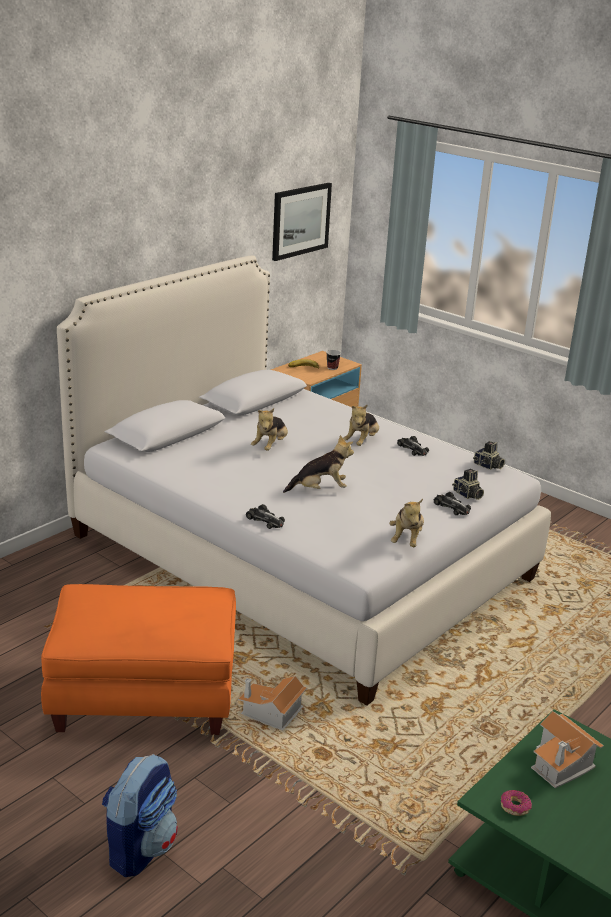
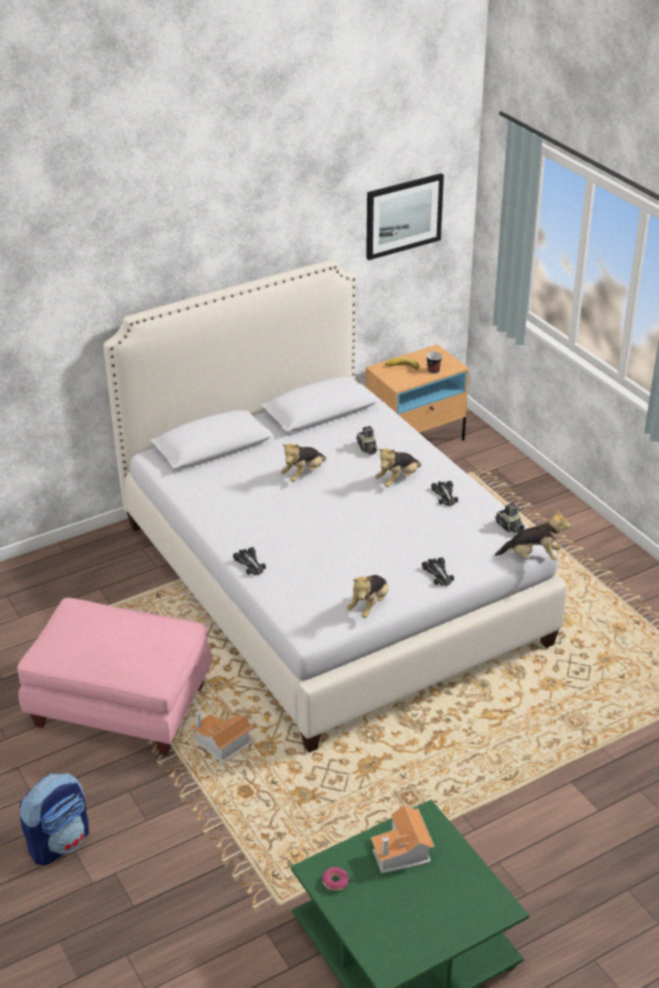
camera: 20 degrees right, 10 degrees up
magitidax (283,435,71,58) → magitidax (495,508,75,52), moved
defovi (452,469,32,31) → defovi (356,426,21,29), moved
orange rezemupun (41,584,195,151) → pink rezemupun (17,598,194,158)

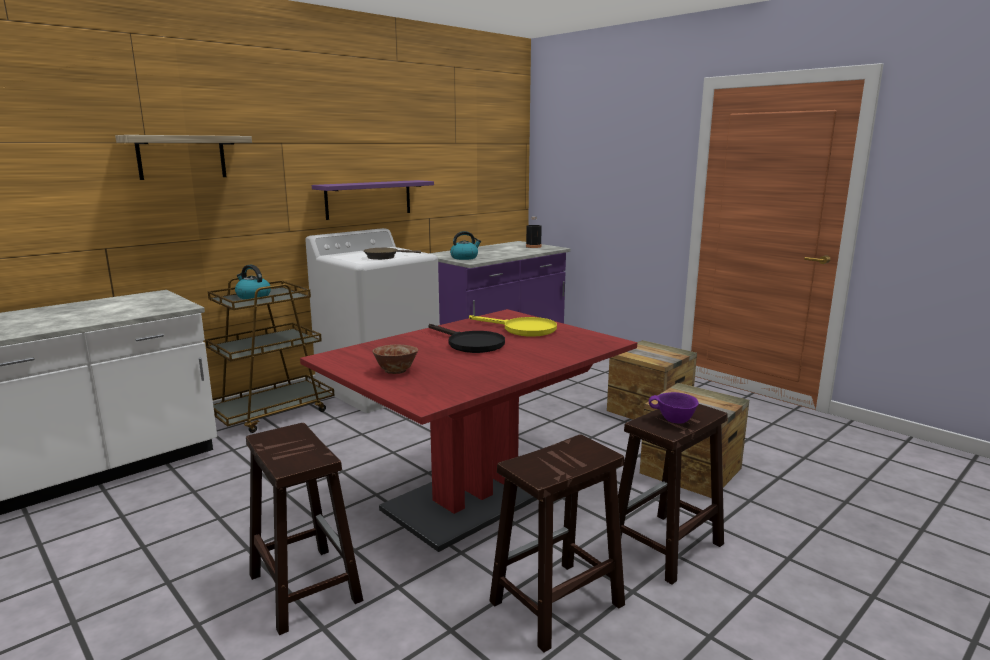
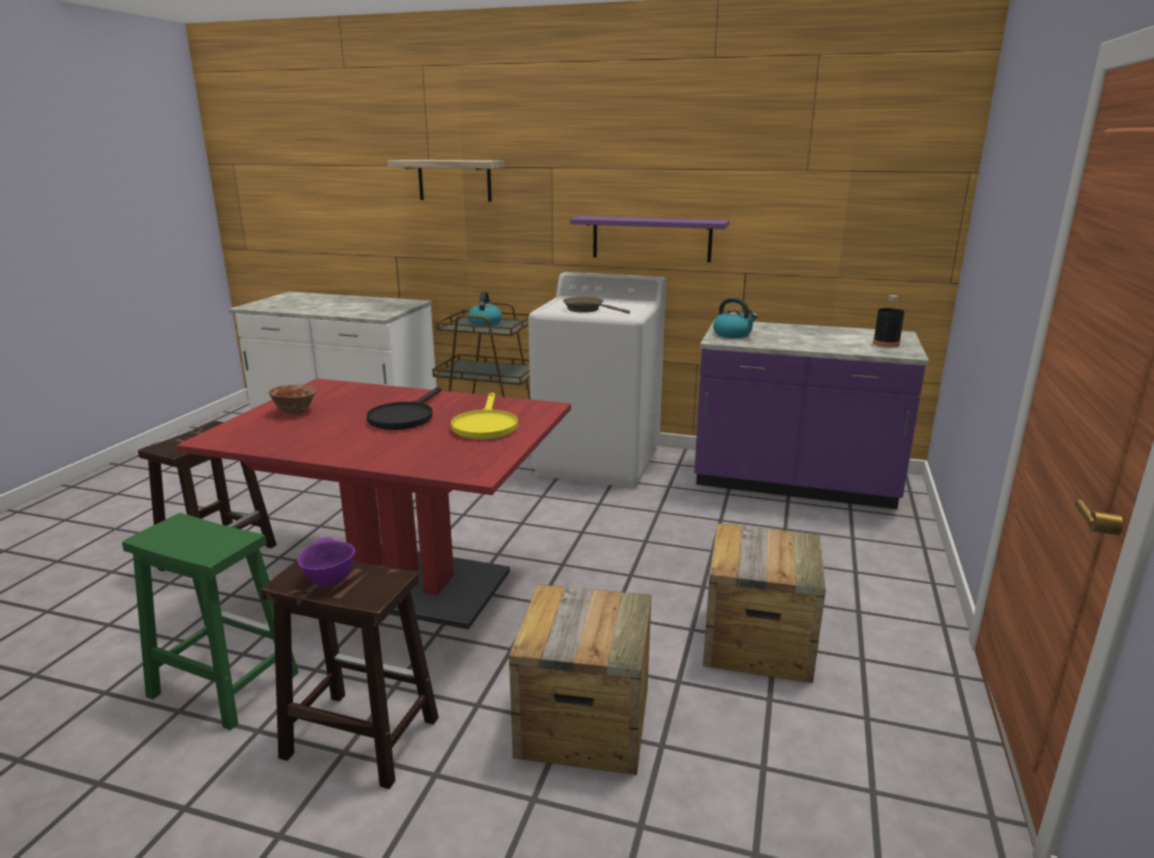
camera: 60 degrees right, 5 degrees up
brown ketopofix (489,434,136,218) → green ketopofix (122,513,177,217)

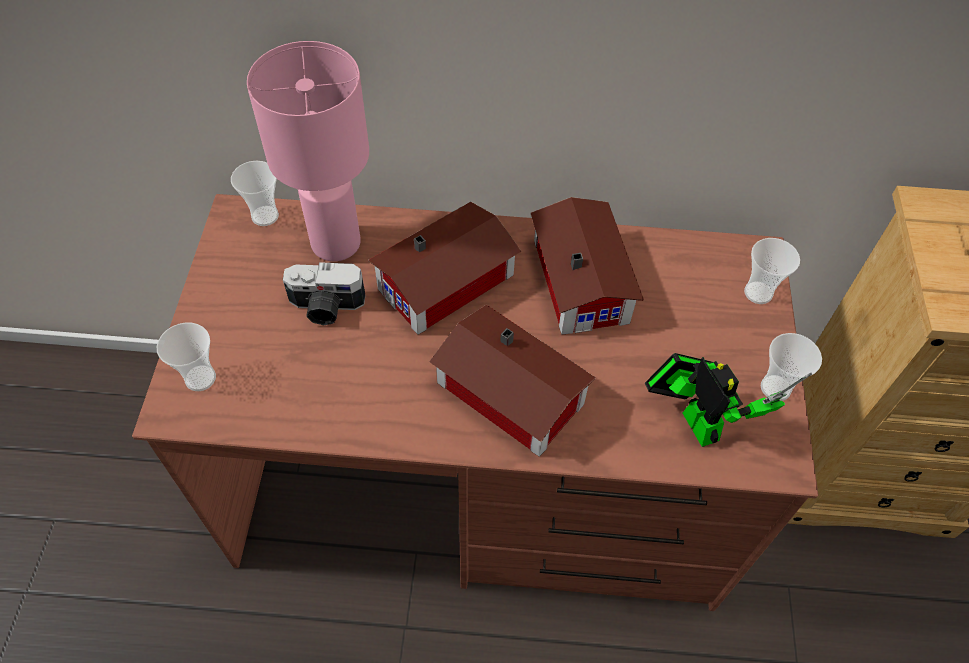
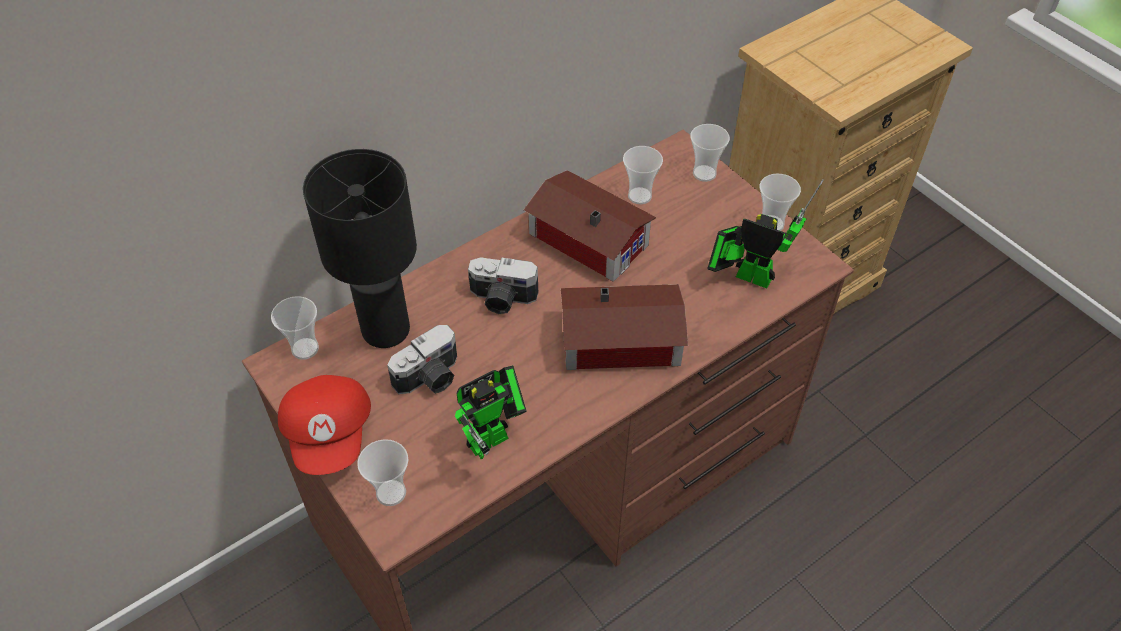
camera: 40 degrees left, 5 degrees down
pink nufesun (247,41,122,220) → black nufesun (303,149,114,199)
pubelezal (368,202,153,133) → defovi (468,257,70,57)
- → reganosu (623,146,40,58)
- → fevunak (455,365,72,94)
- → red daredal (278,375,93,100)

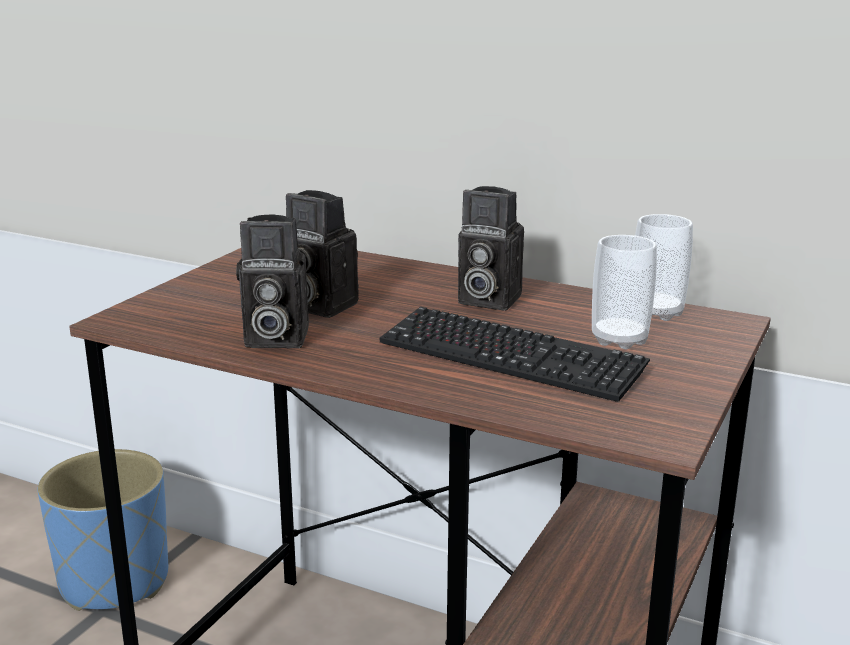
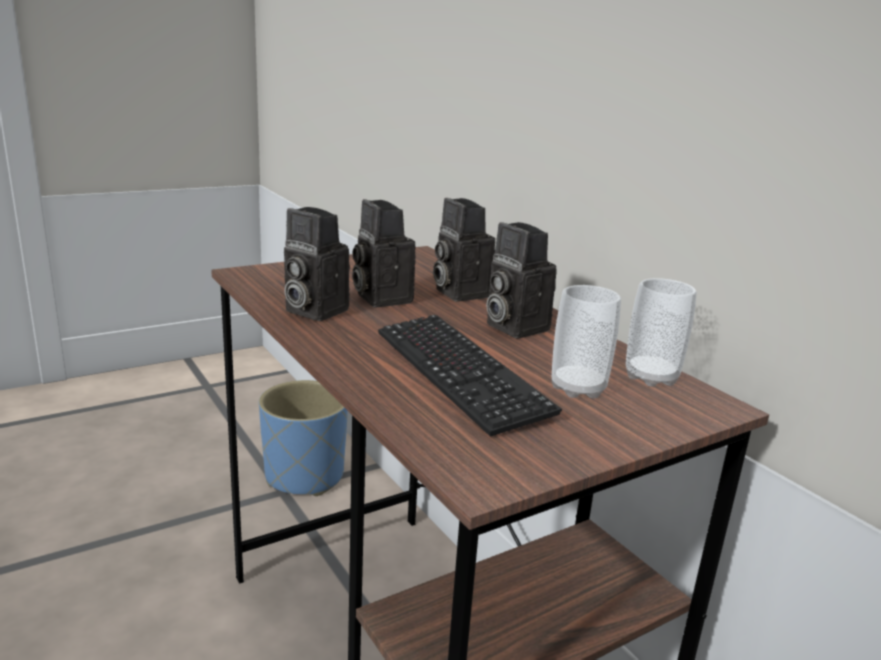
camera: 30 degrees right, 0 degrees up
- → defovi (433,198,62,104)

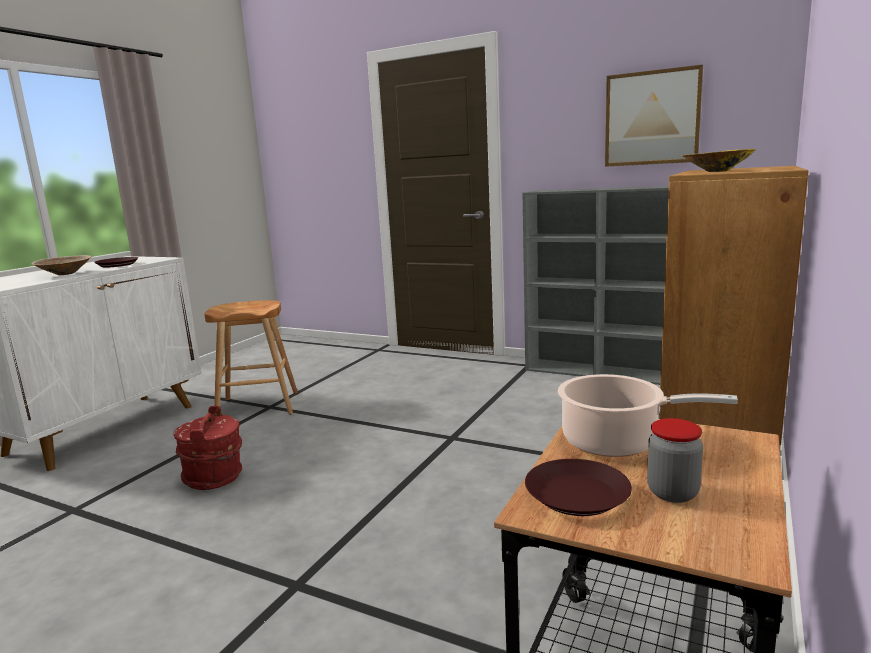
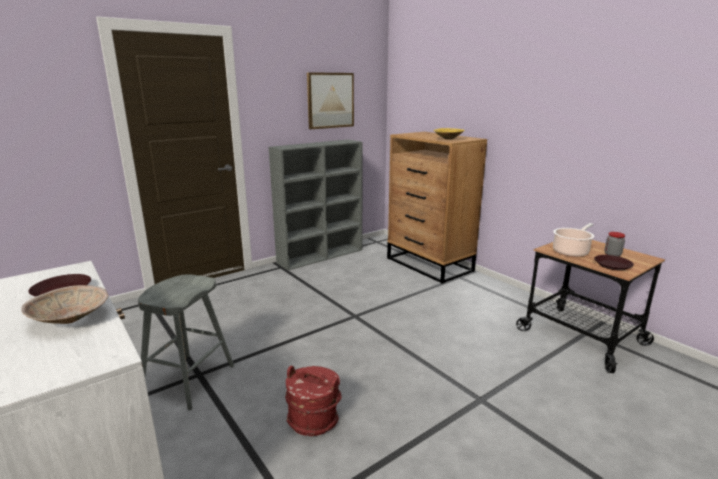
camera: 65 degrees left, 5 degrees up
brown ketopofix (204,300,94,115) → grey ketopofix (138,274,96,136)

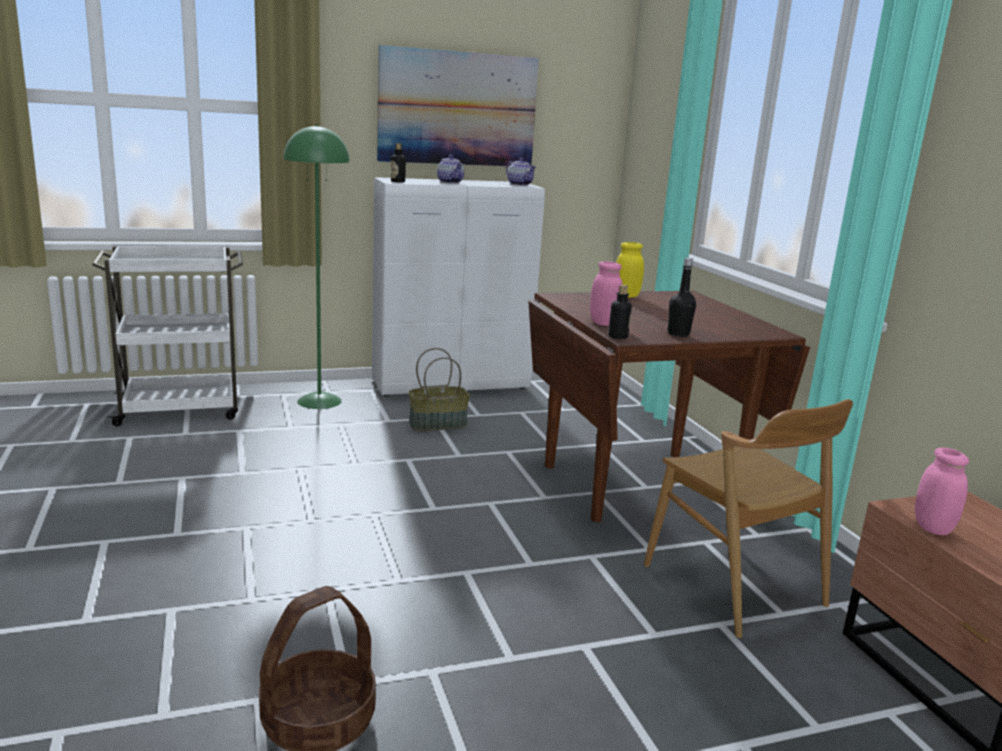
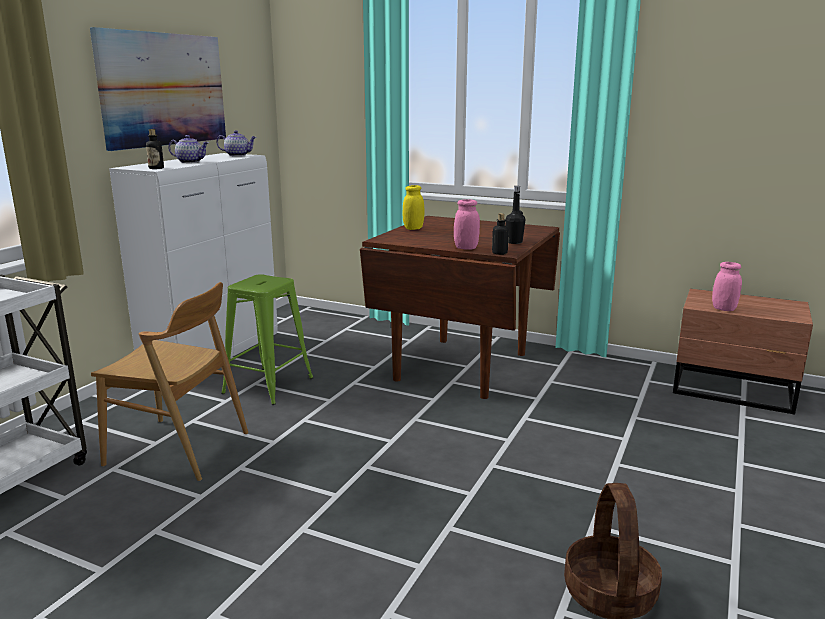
camera: 45 degrees left, 0 degrees up
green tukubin (284,124,66,285) → -
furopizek (409,348,61,83) → green ketopofix (221,274,92,131)
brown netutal (644,399,209,239) → brown netutal (91,282,157,199), moved

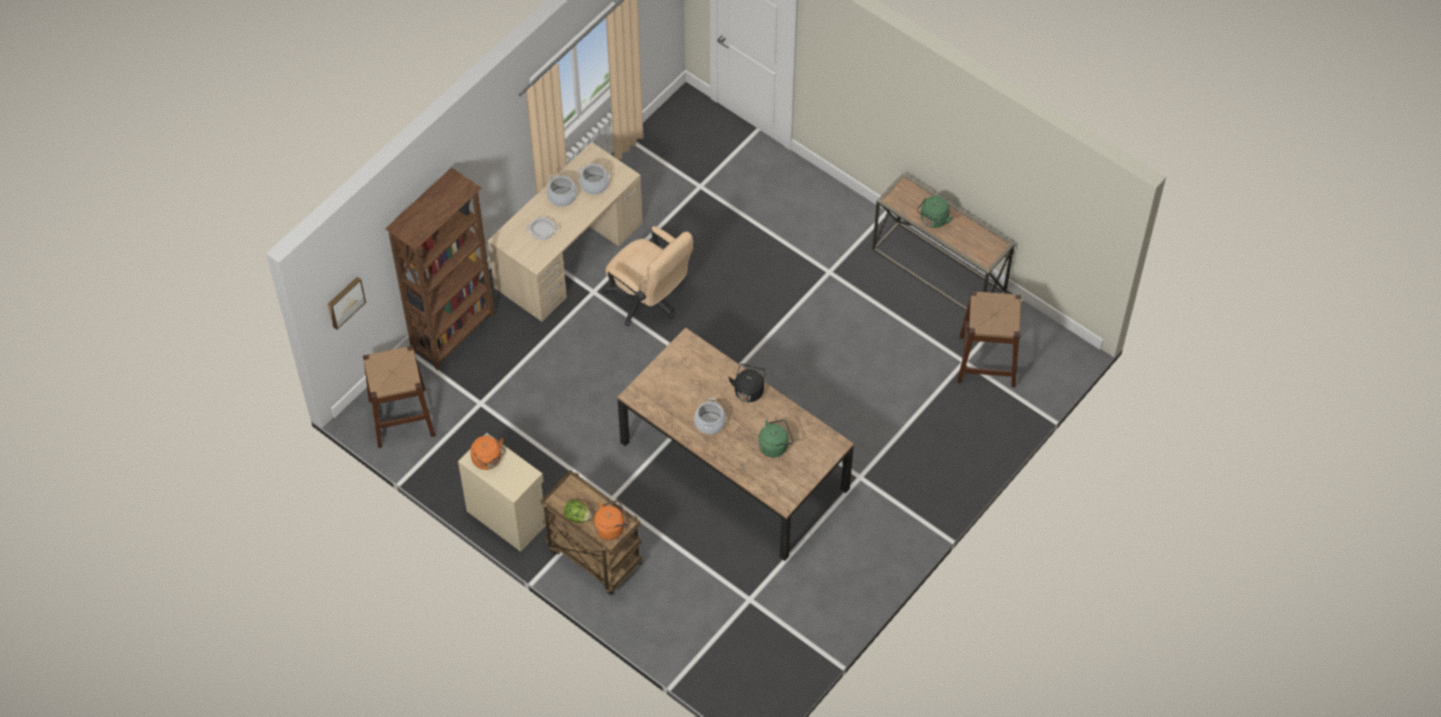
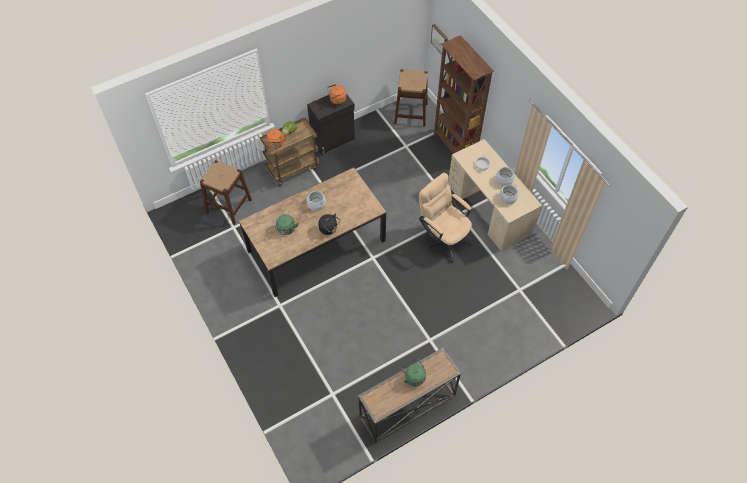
camera: 110 degrees right, 0 degrees up
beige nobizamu (602,226,91,100) → beige nobizamu (419,173,53,89), 75 degrees clockwise
brown ketopofix (957,291,64,96) → brown ketopofix (200,160,52,65), moved
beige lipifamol (458,433,88,119) → black lipifamol (307,94,48,61)

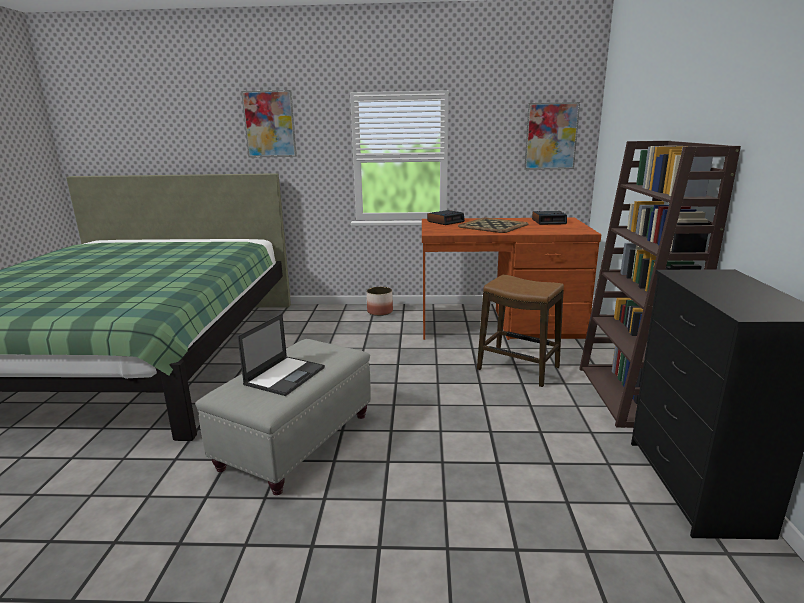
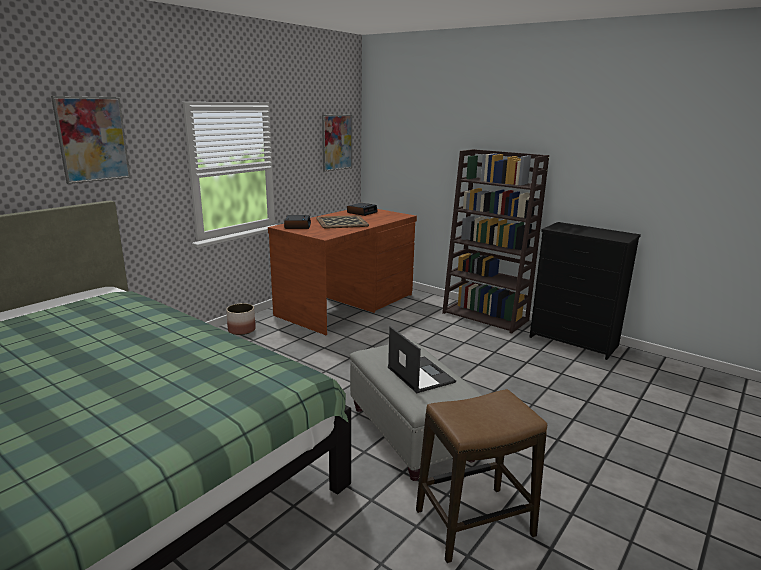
camera: 55 degrees left, 0 degrees up
ketopofix (477,274,87,113) → ketopofix (416,389,131,174), moved

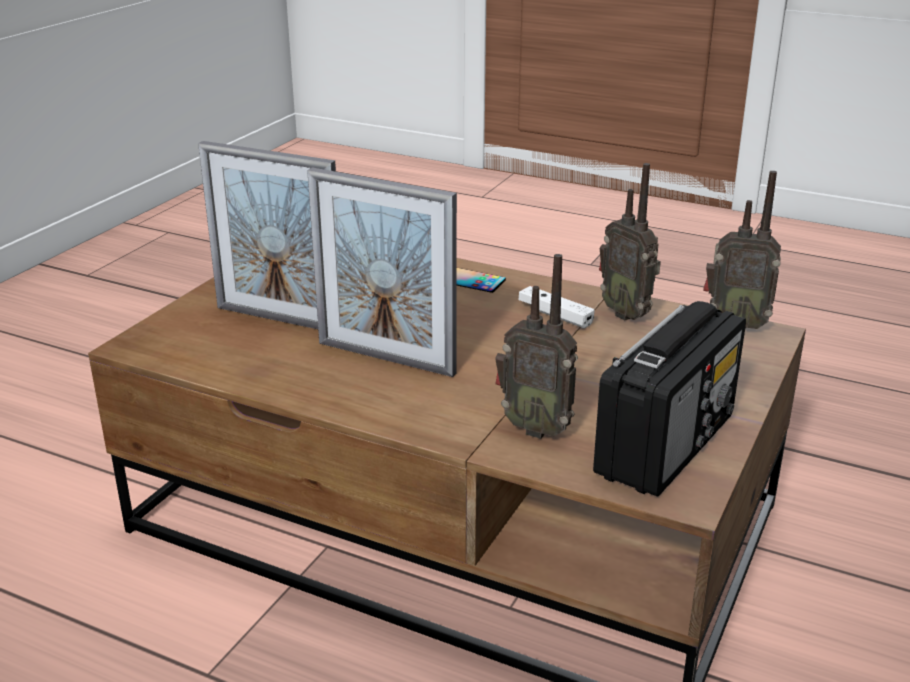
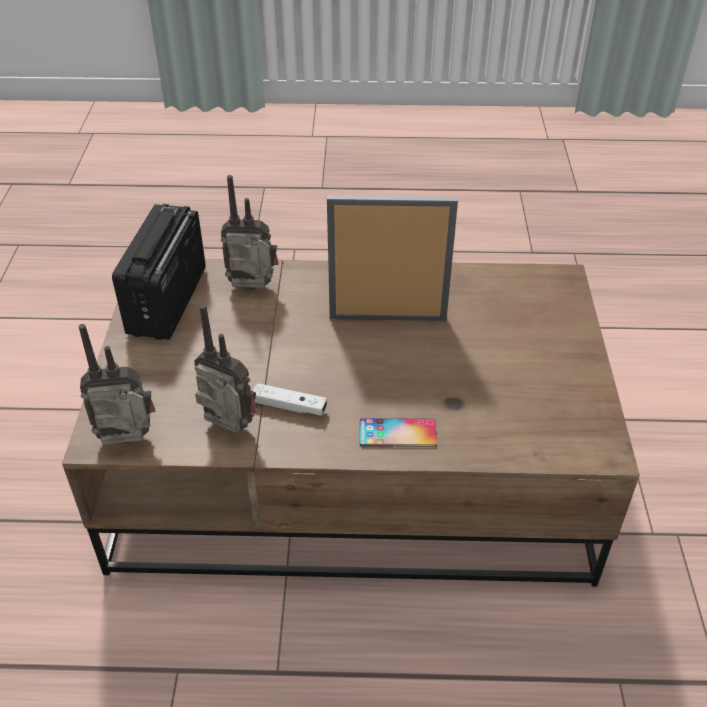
camera: 155 degrees right, 15 degrees up
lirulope (198,141,138,188) → -

